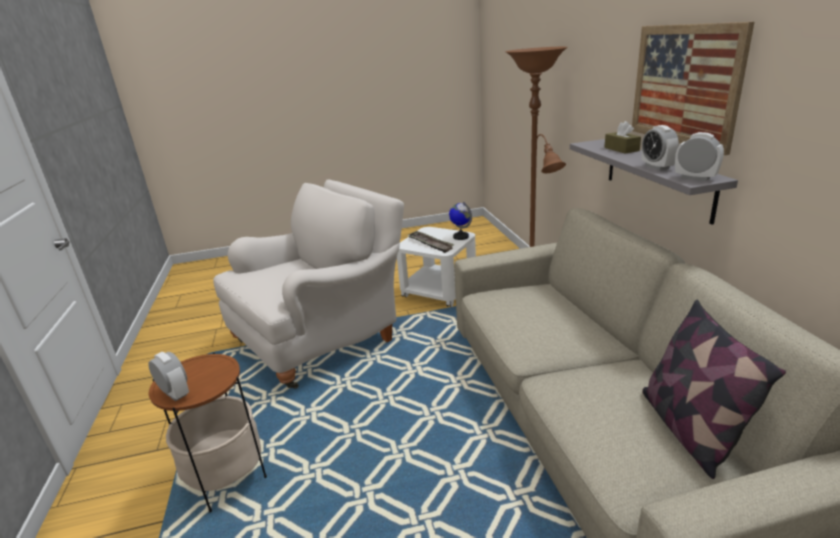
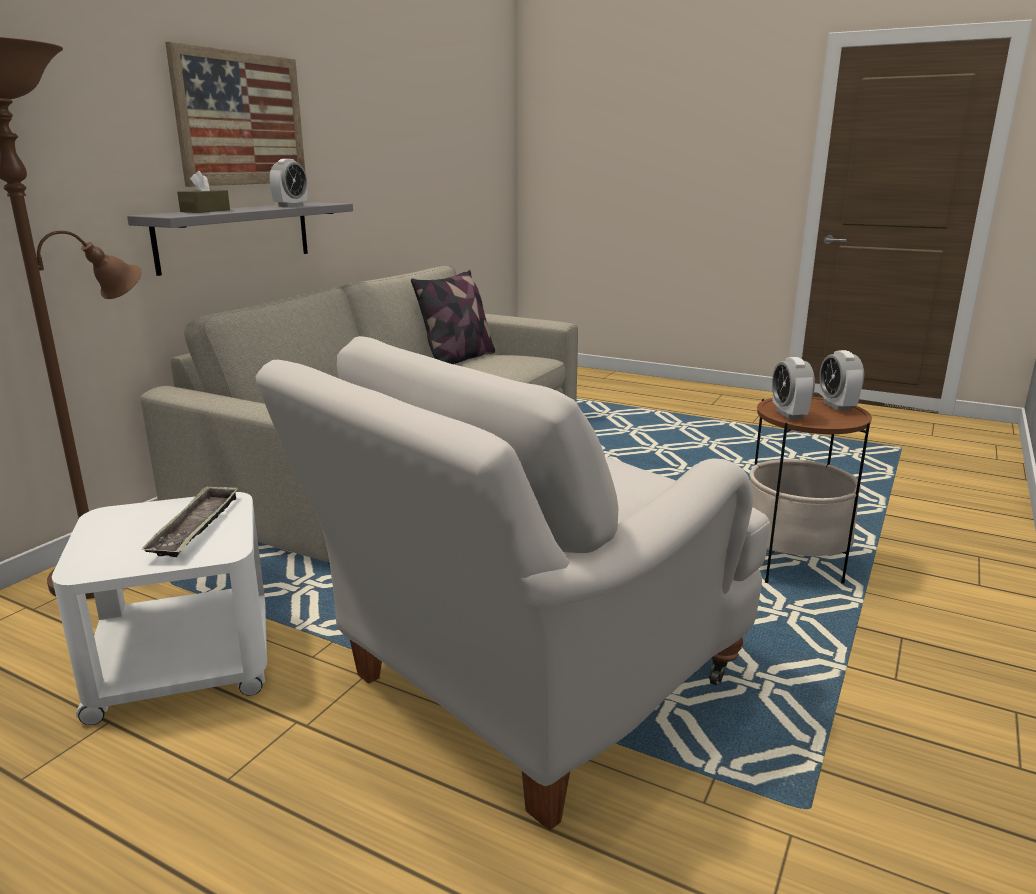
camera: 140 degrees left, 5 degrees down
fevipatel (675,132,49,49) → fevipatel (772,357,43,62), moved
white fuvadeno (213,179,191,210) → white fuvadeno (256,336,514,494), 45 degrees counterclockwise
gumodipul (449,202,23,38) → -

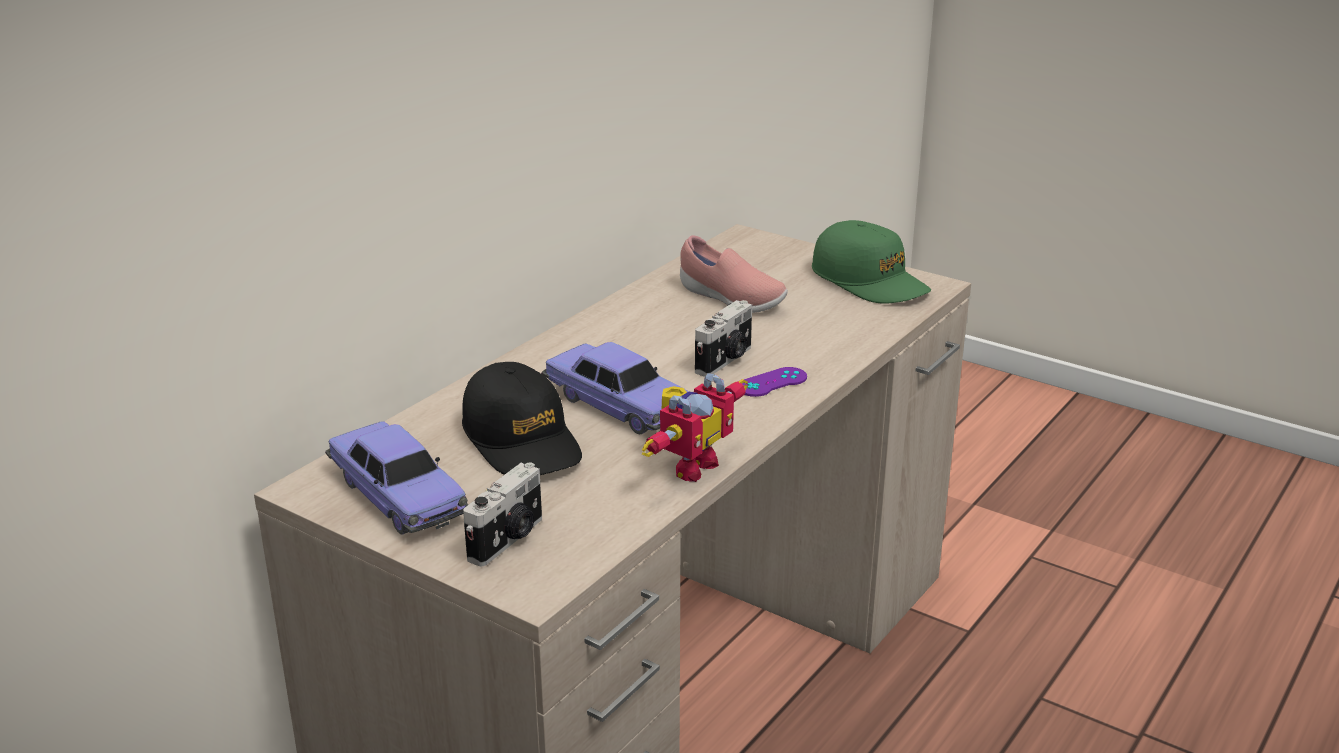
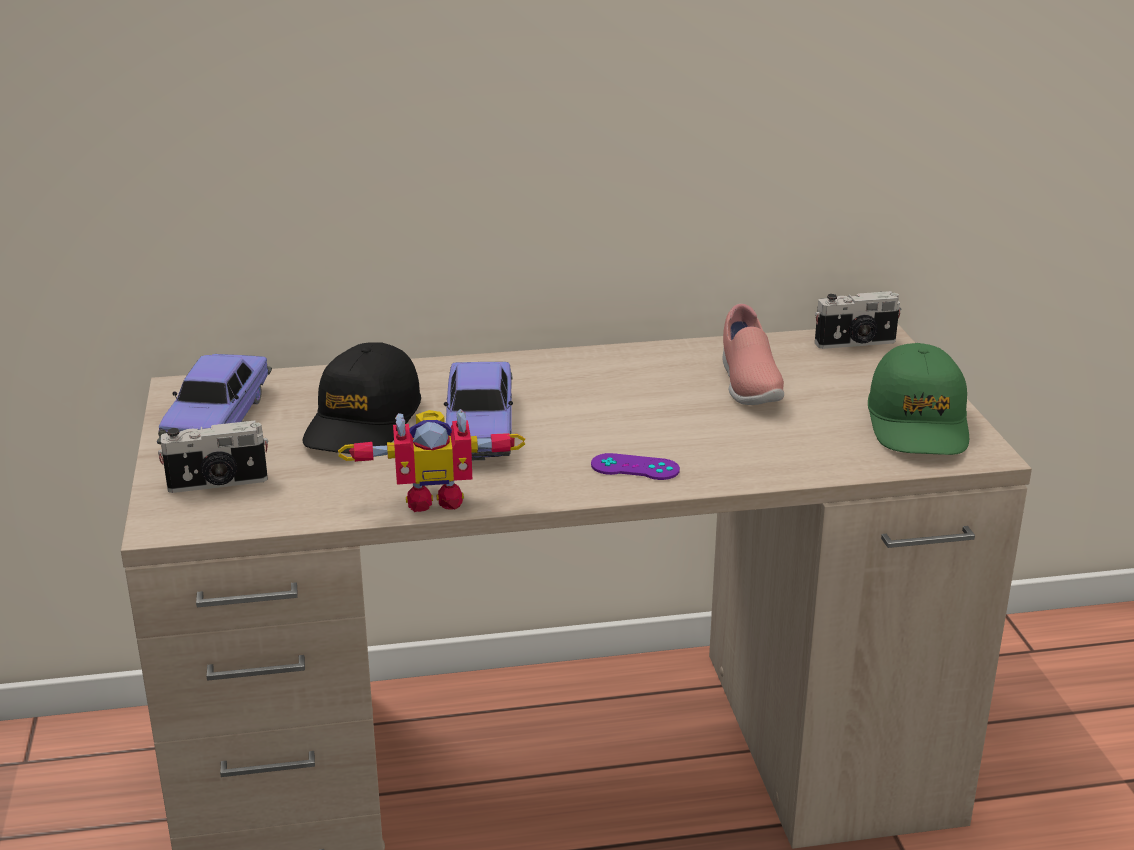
camera: 45 degrees right, 0 degrees up
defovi (695,300,57,77) → defovi (815,291,87,58), moved

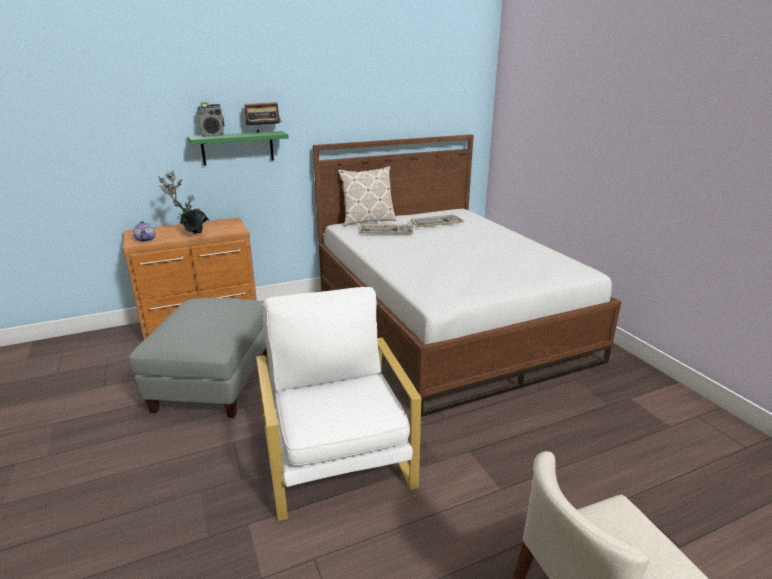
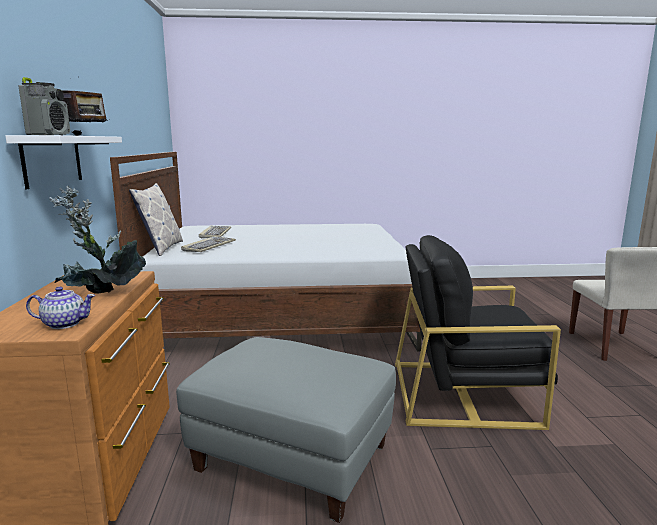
camera: 70 degrees left, 10 degrees down
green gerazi (188,131,100,35) → white gerazi (5,135,117,54)
white fuvadeno (256,287,165,234) → black fuvadeno (395,235,166,195)

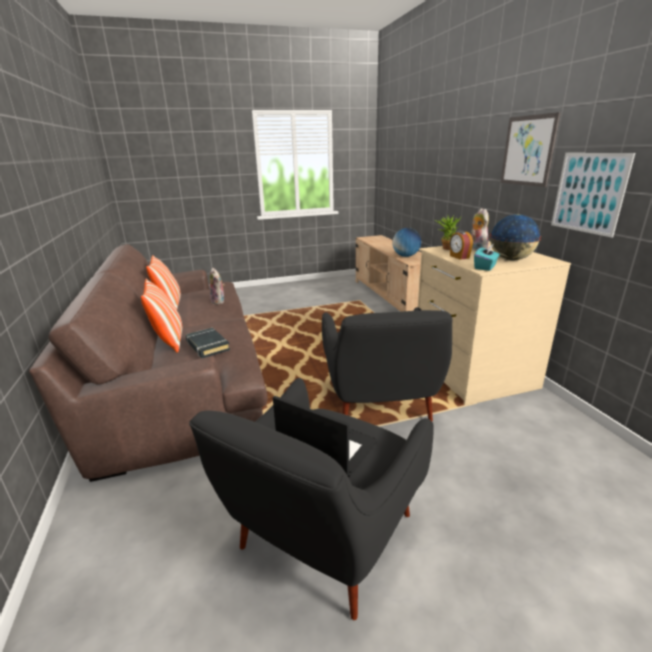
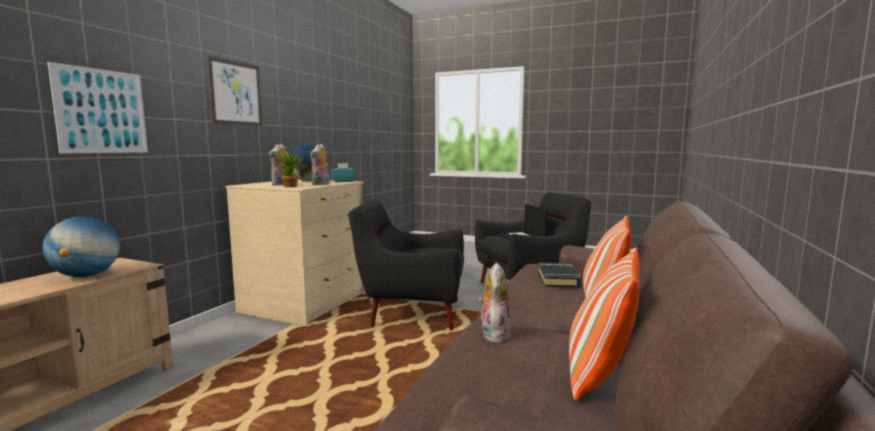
camera: 140 degrees left, 15 degrees down
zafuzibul (551,153,84,85) → zafuzibul (48,62,100,92), moved
fevipatel (450,231,23,29) → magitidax (310,144,20,41)
black fuvadeno (322,307,131,115) → black fuvadeno (348,200,116,130), 120 degrees counterclockwise

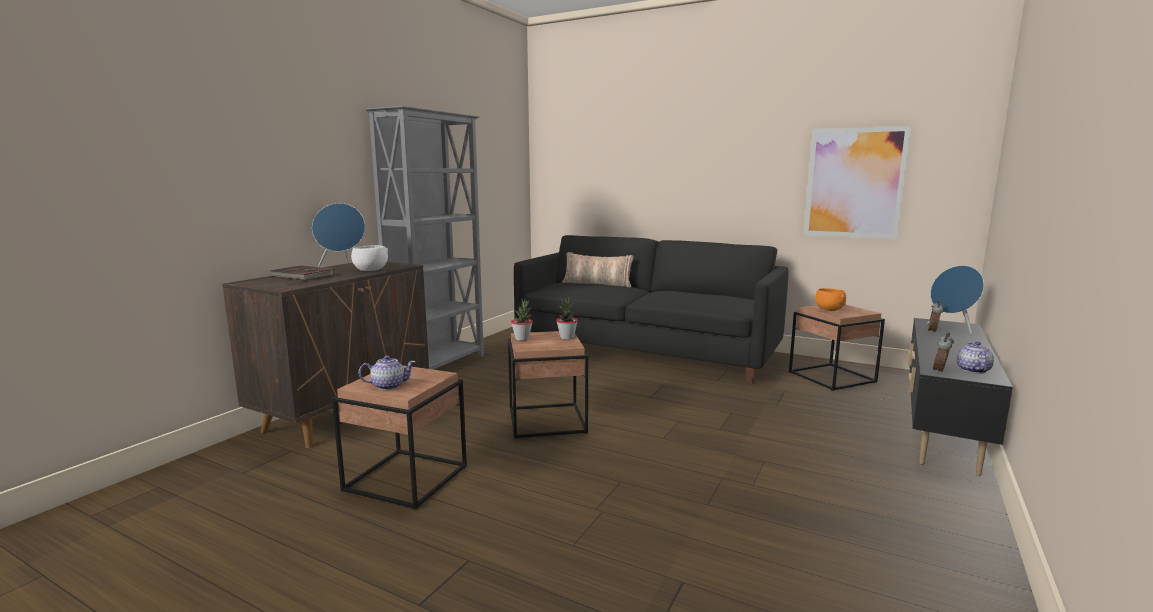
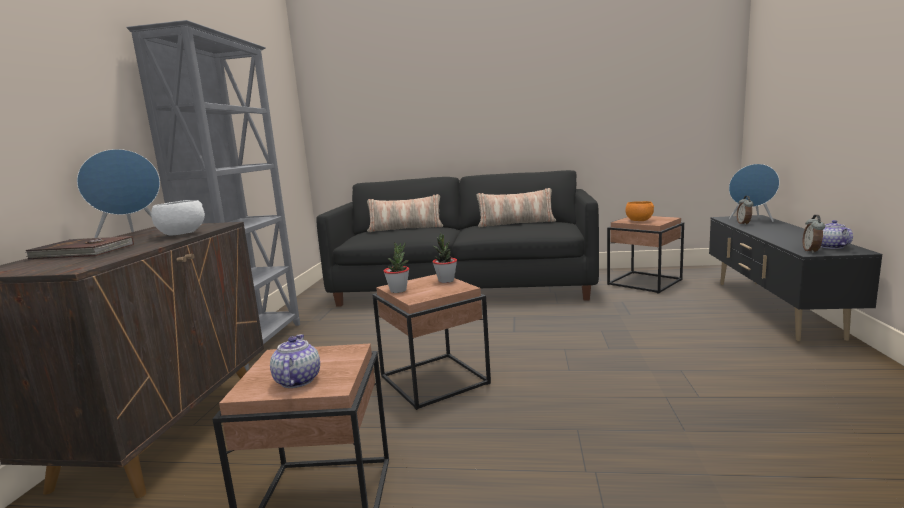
camera: 20 degrees left, 0 degrees up
zafuzibul (804,126,107,113) → -
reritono (358,355,58,35) → reritono (270,334,50,54), 60 degrees counterclockwise
- → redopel (476,188,80,39)

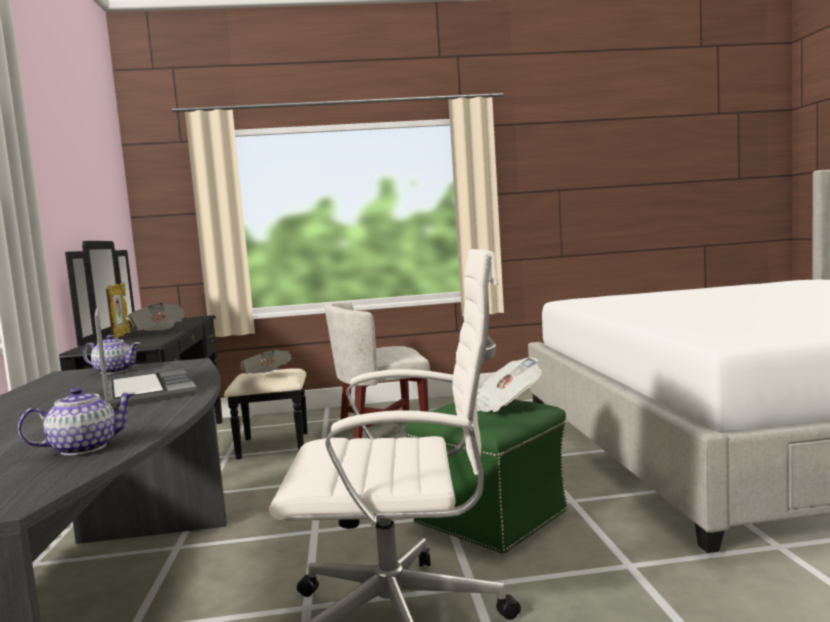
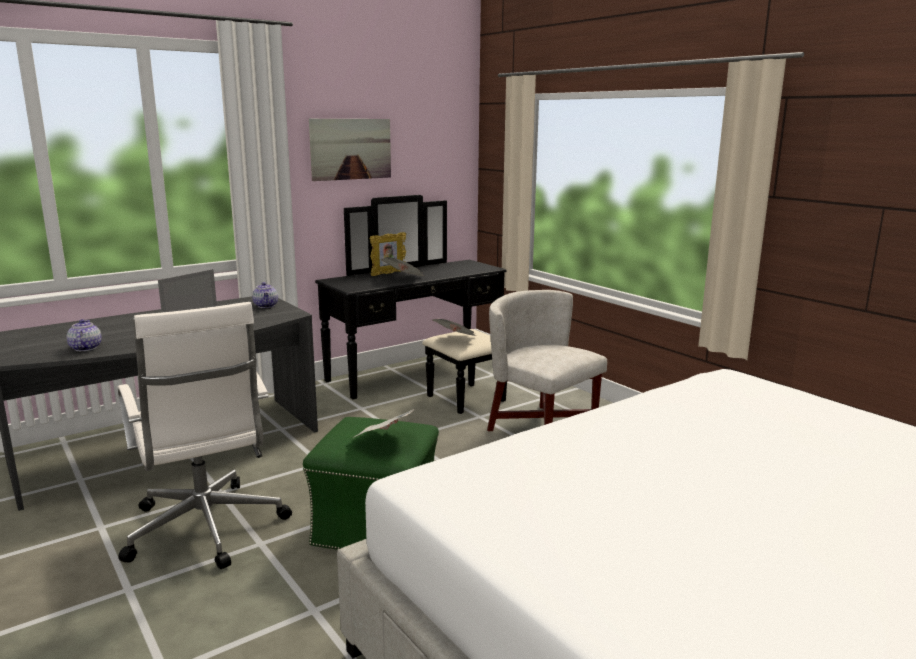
camera: 60 degrees right, 10 degrees up
reritono (18,387,118,68) → reritono (66,319,36,32), 135 degrees counterclockwise
- → zafuzibul (309,118,82,63)

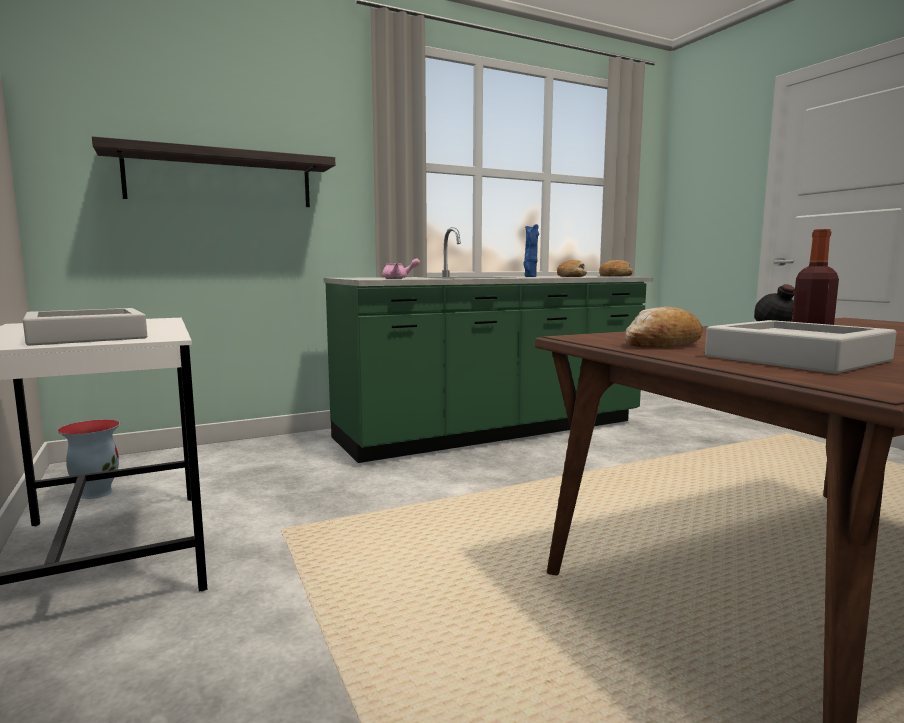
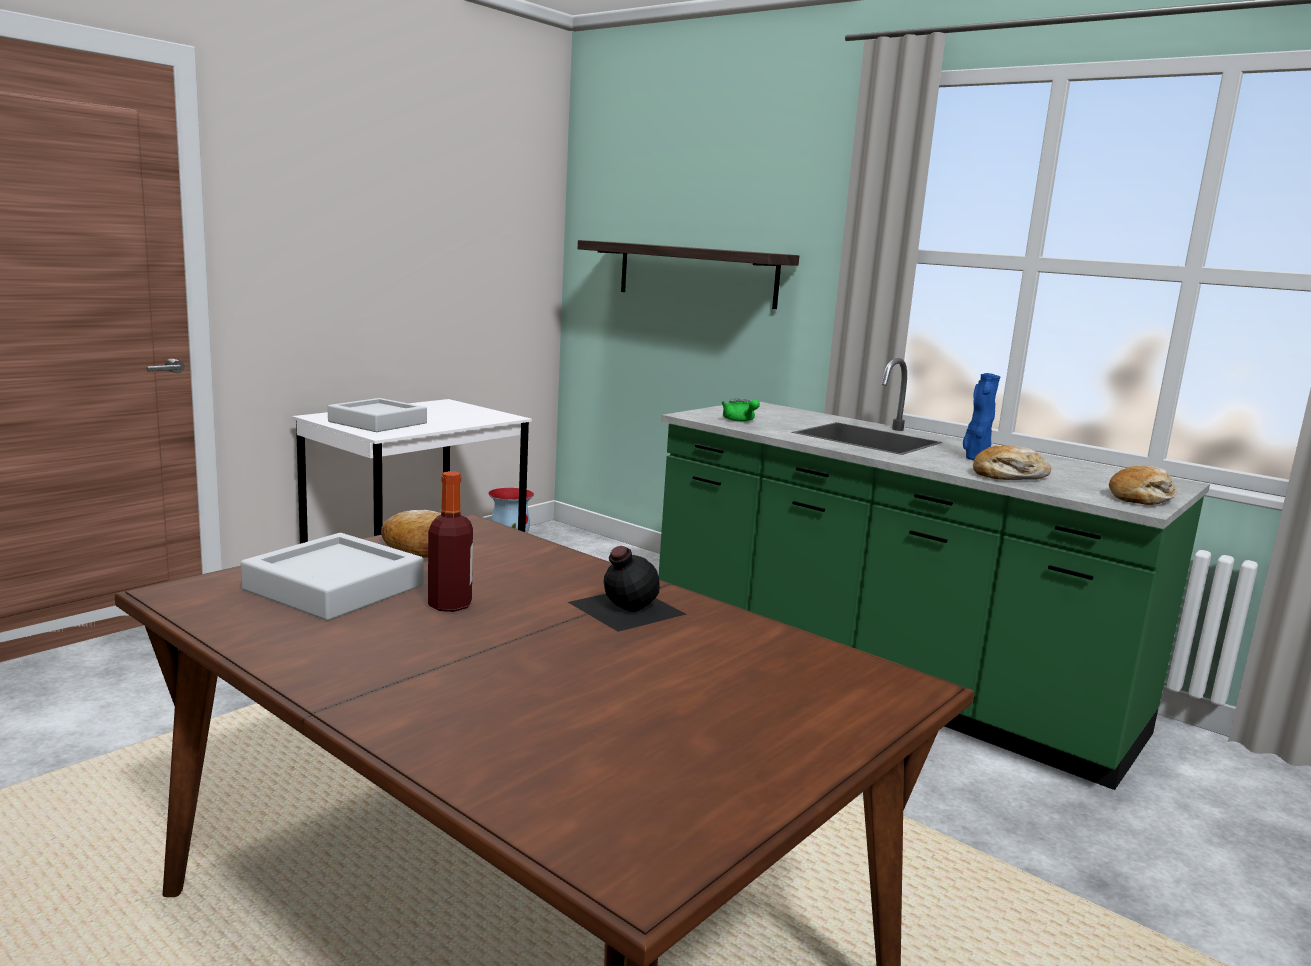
camera: 65 degrees right, 5 degrees up
pink reritono (382,258,38,21) → green reritono (722,399,38,23)

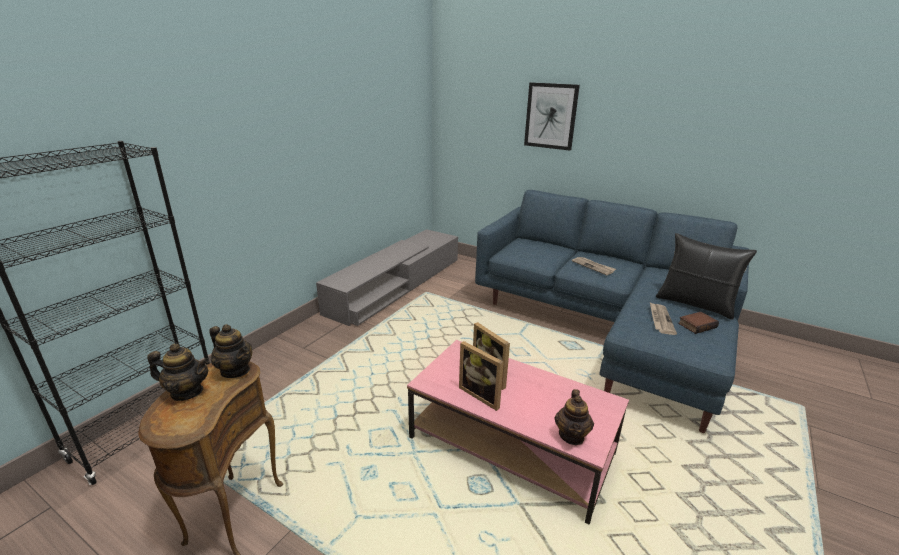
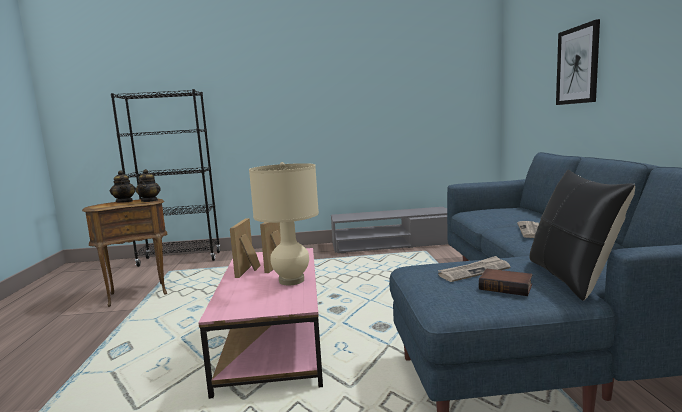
camera: 55 degrees right, 15 degrees down
reritono (554,389,40,56) → -
- → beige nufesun (249,162,70,123)

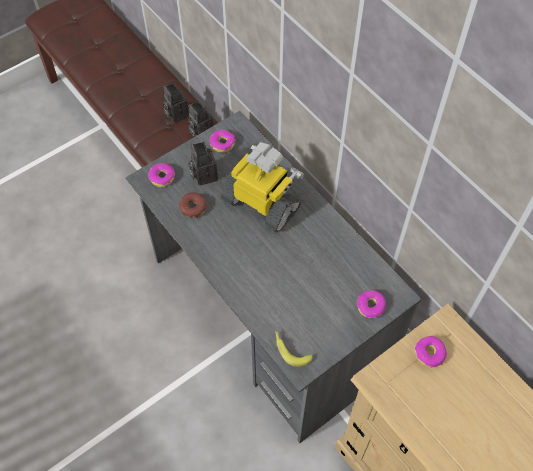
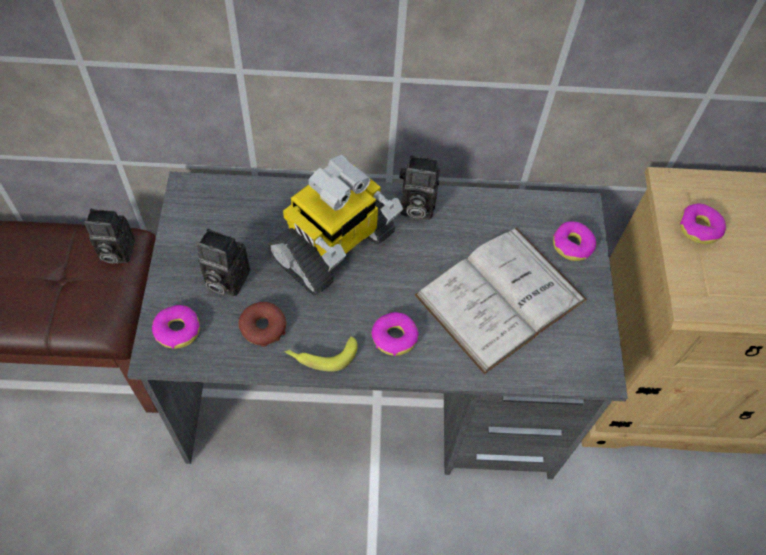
camera: 55 degrees left, 0 degrees up
defovi (163,83,26,40) → defovi (399,155,41,65), moved
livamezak (210,130,25,23) → livamezak (371,312,48,44), moved
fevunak (221,142,83,91) → fevunak (268,155,135,141), 150 degrees clockwise
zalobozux (275,331,38,36) → zalobozux (285,336,73,36), moved
- → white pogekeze (415,228,172,146)

